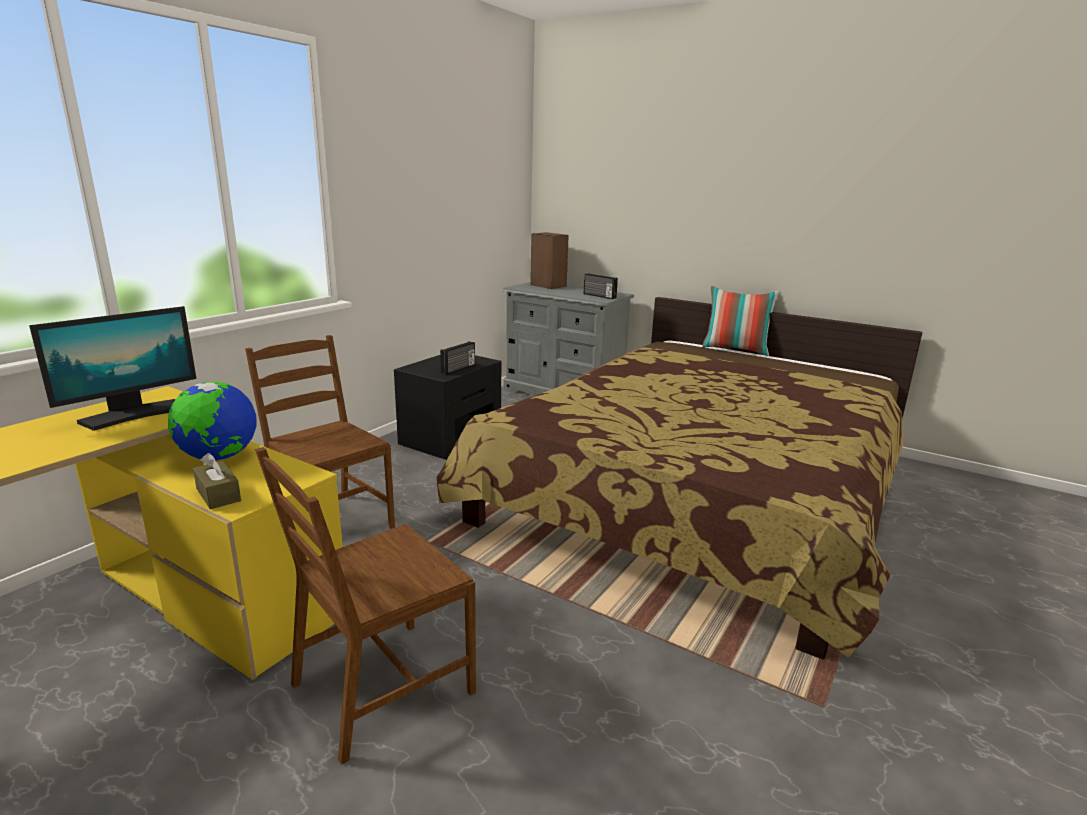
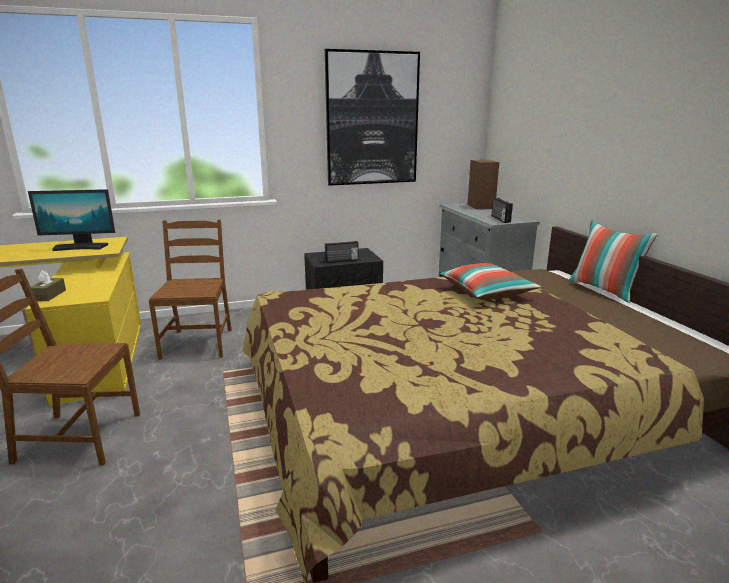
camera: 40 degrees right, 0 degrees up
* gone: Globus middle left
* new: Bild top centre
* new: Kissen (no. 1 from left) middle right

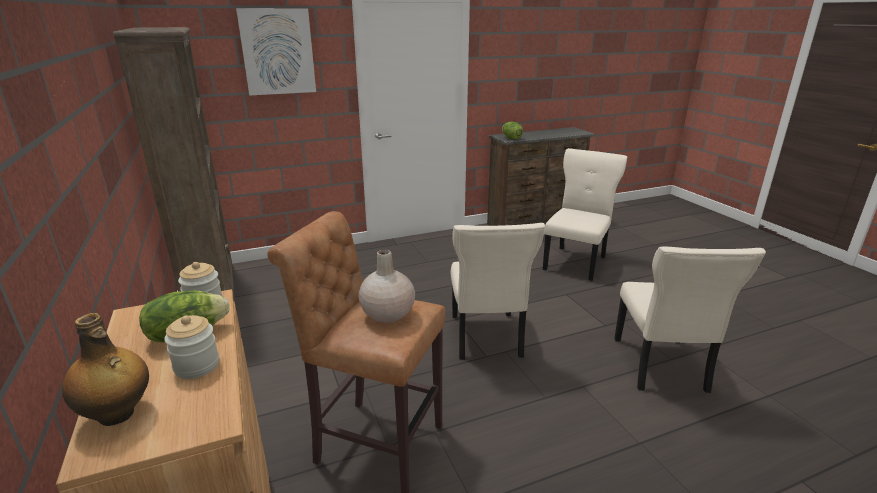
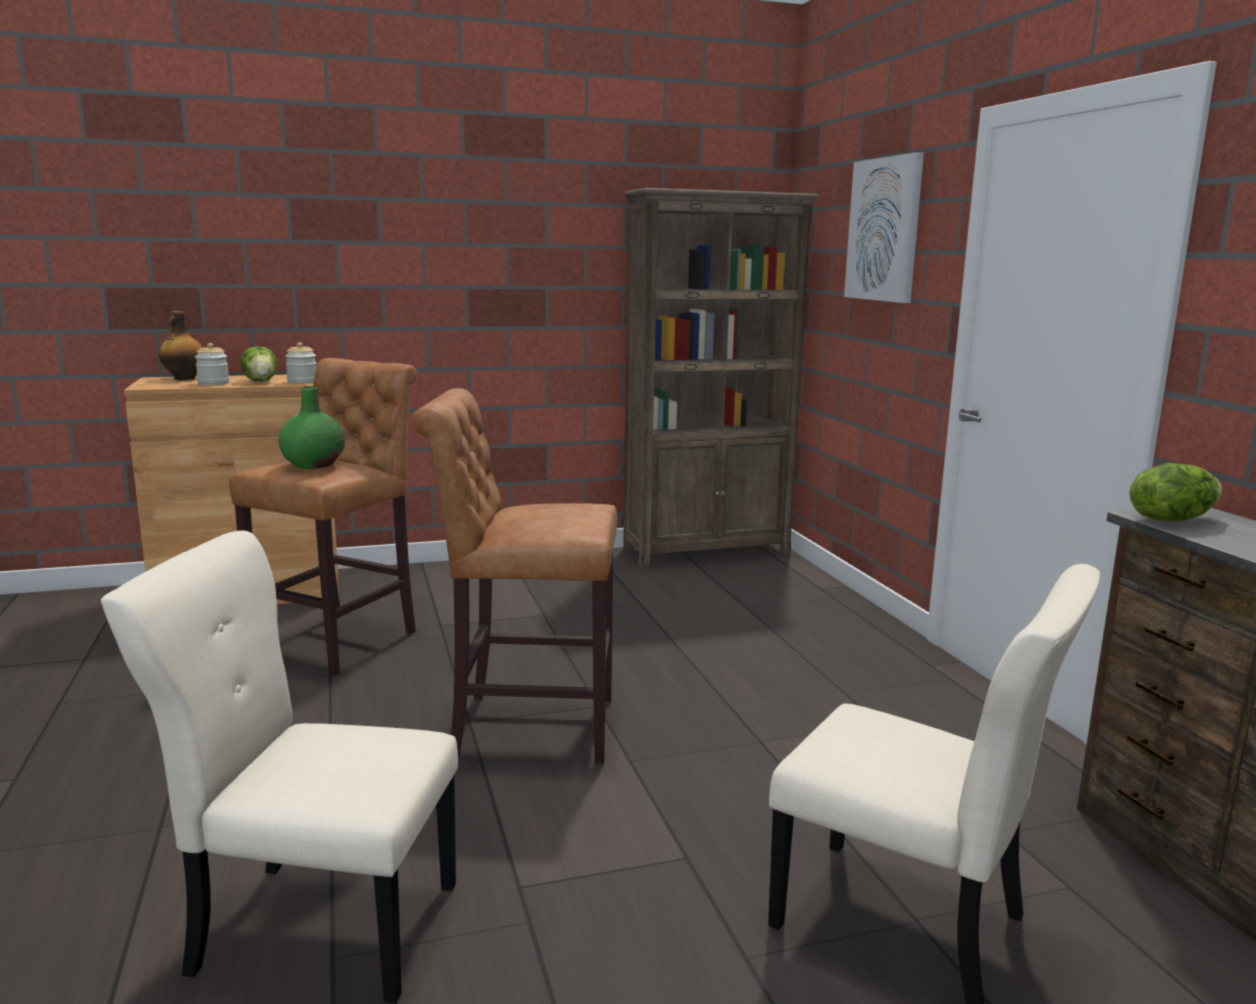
camera: 95 degrees right, 10 degrees down
* swapped: Stuhl [beige] (no. 1 from left) centre to Hocker [braun] (no. 2 from left) centre
* repainted: Vase [beige] centre to Vase [grün] middle left

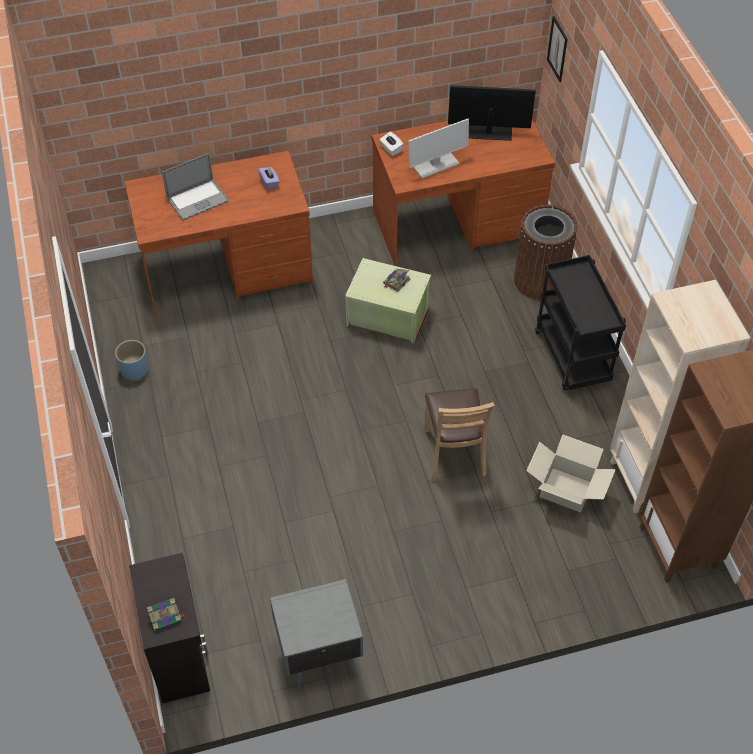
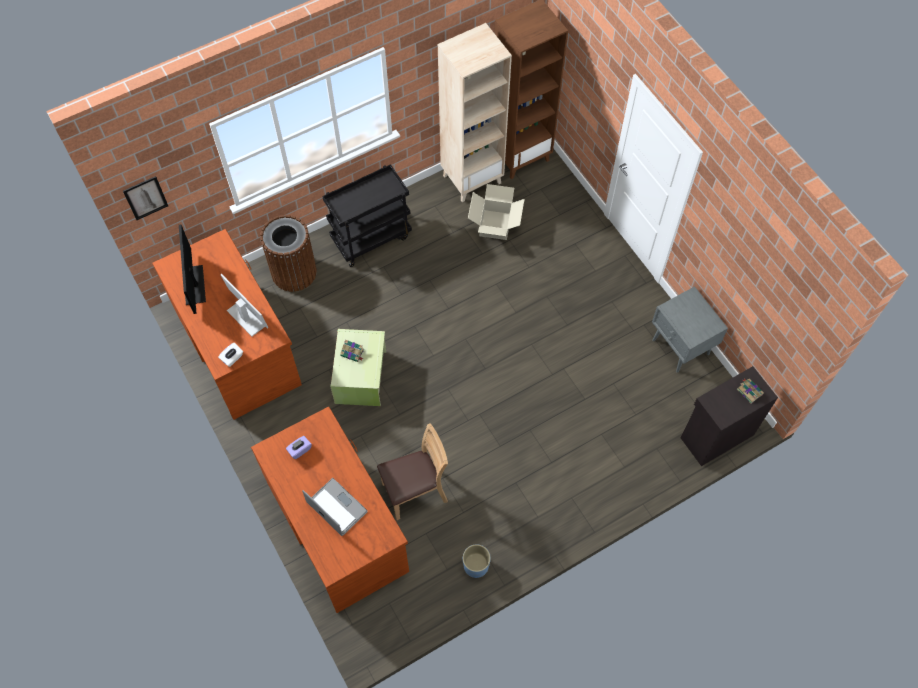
camera: 105 degrees left, 10 degrees up
* shifted: Stuhl [braun] centre to bottom centre

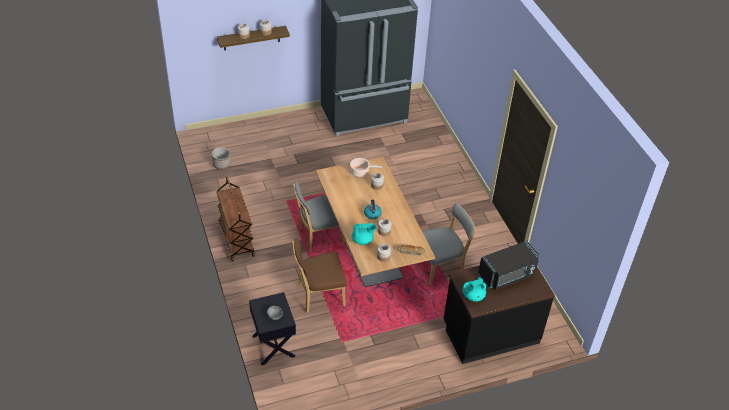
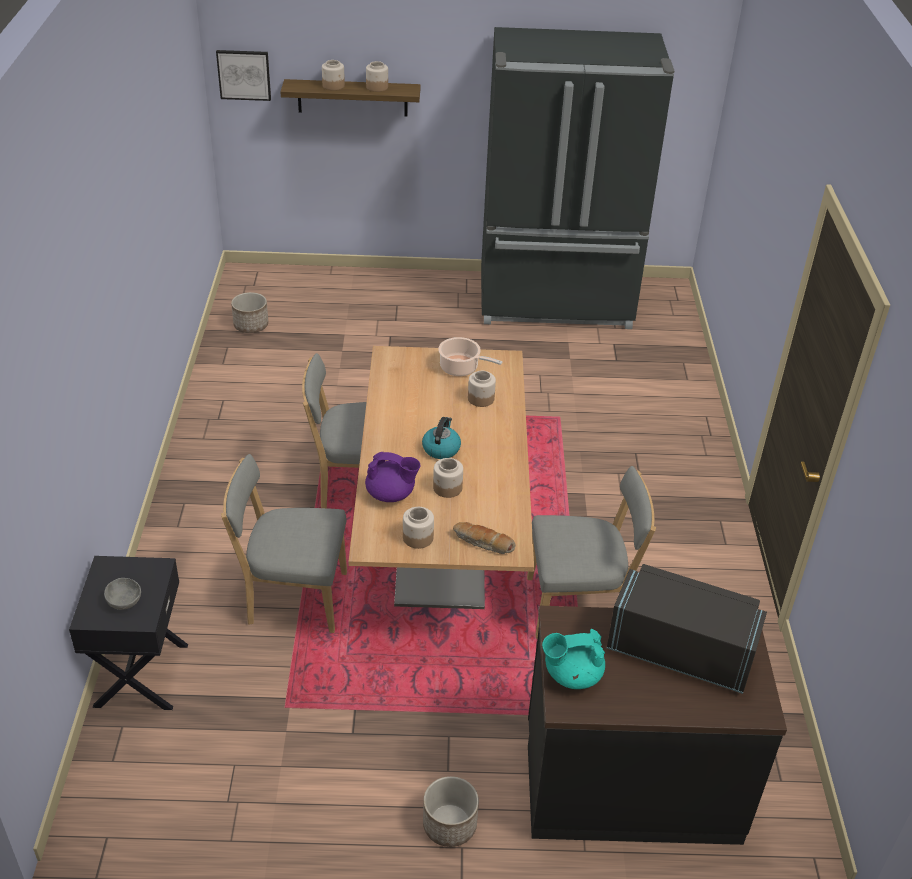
camera: 20 degrees right, 5 degrees down
* gone: Rollwagen [braun] middle left
* new: Bild top left
* new: Pflanzkübel (no. 2 from left) bottom centre
* repainted: Stuhl [braun] bottom centre to Stuhl [grau] (no. 1 from left) middle left
* repainted: Teekanne [türkis] (no. 1 from left) centre to Teekanne [lila] centre
* rotated: Mikrowelle [schwarz] middle right = bottom right 150 degrees counterclockwise

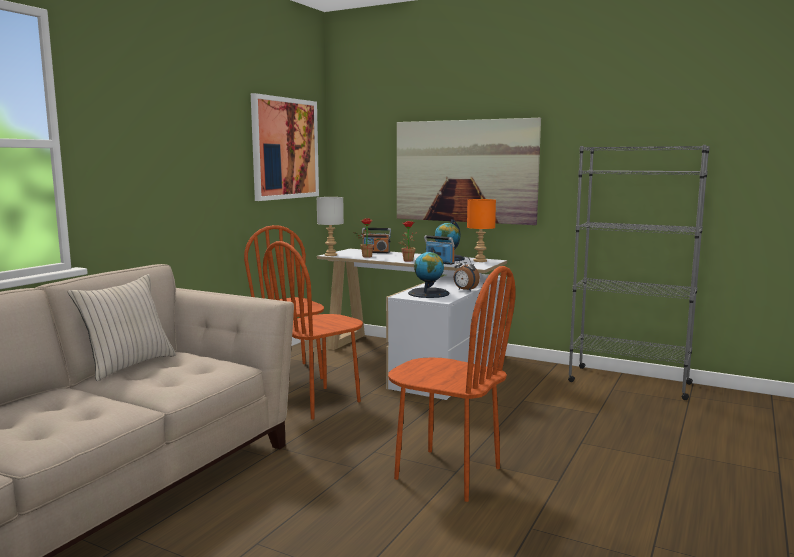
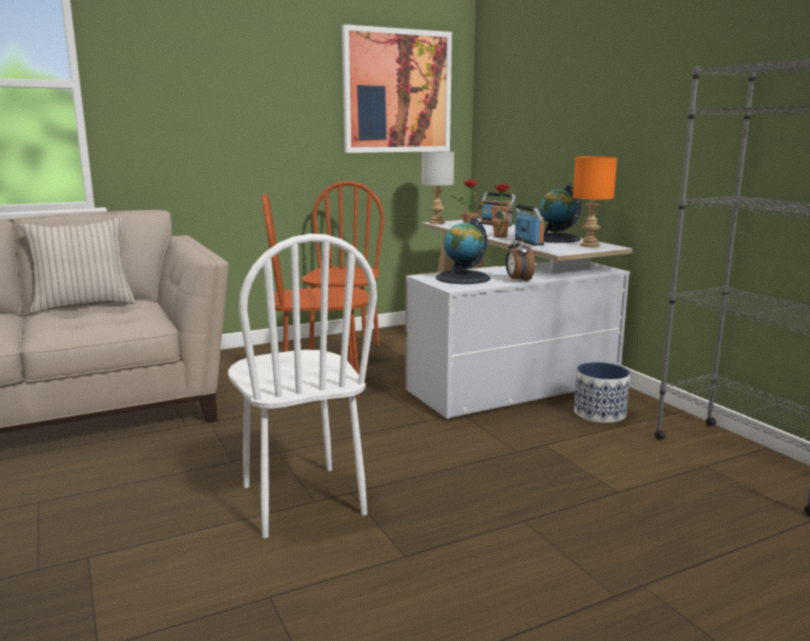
camera: 35 degrees right, 5 degrees up
* gone: Bild (no. 2 from left) top centre
* new: Pflanzkübel middle right
* repainted: Stuhl [braun] (no. 3 from left) bottom centre to Stuhl [weiß] centre

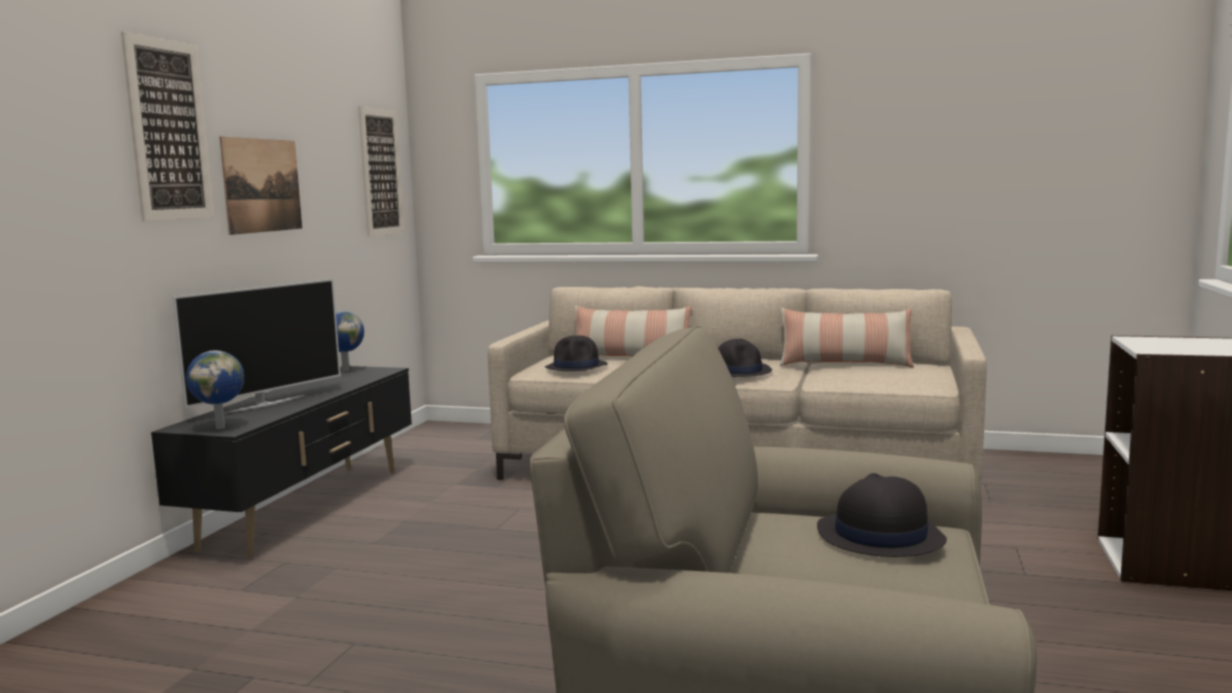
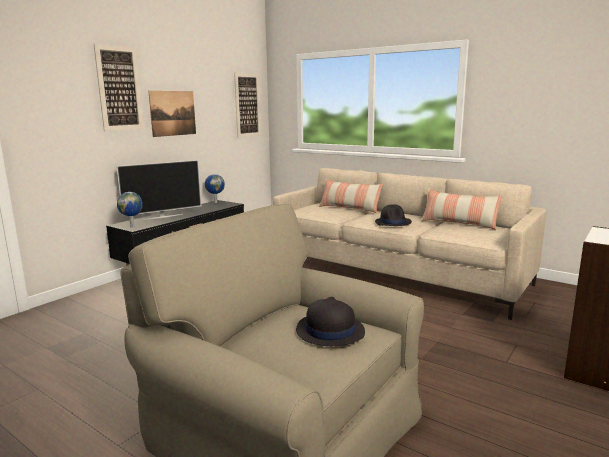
camera: 20 degrees right, 5 degrees up
* gone: Hut [schwarz] (no. 1 from left) centre

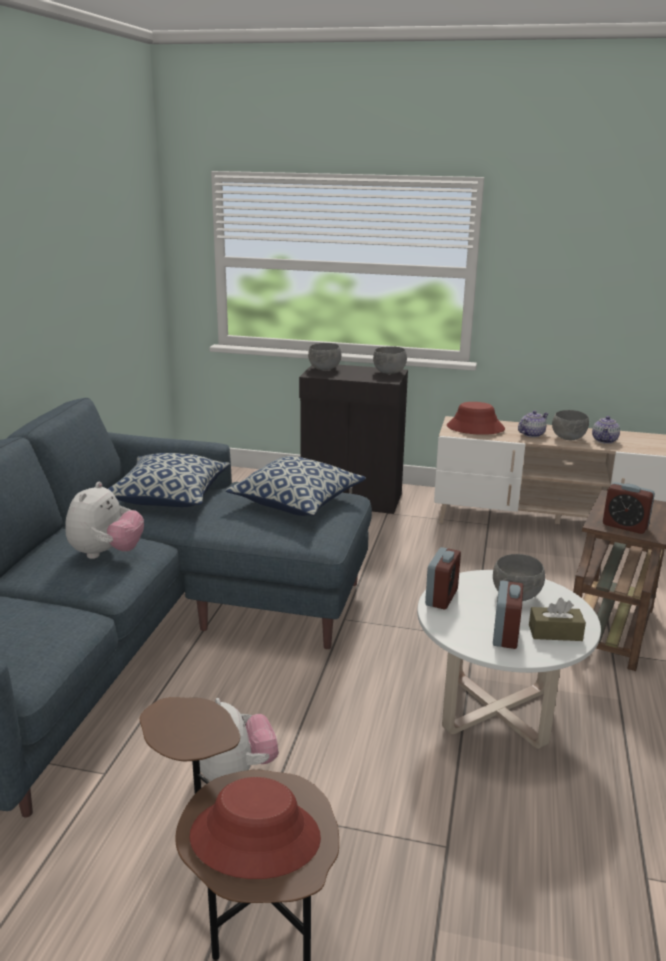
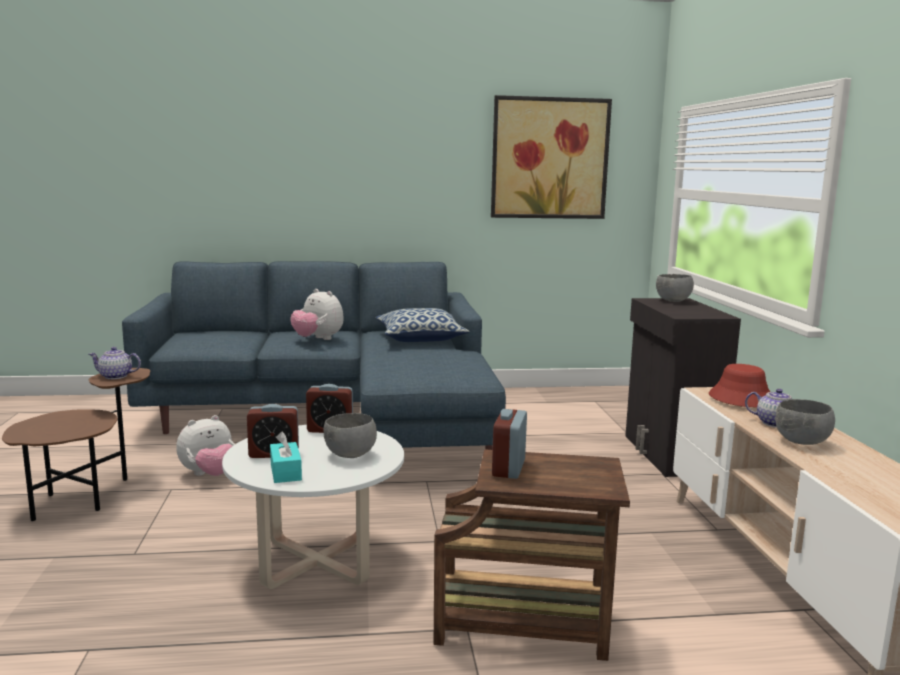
camera: 70 degrees right, 10 degrees down
* gone: Hut [rot] (no. 1 from left) bottom centre
* gone: Kissen (no. 2 from left) centre
* gone: Schüssel [grau] (no. 2 from left) centre
* new: Bild top centre
* shifted: Teekanne (no. 2 from left in the first image) middle right to Teekanne (no. 1 from left) middle left
* repainted: Taschentuchbox [braun] middle right to Taschentuchbox [türkis] bottom left
* rotated: Plüschtier (no. 1 from left in the first image) middle left = centre 45 degrees clockwise

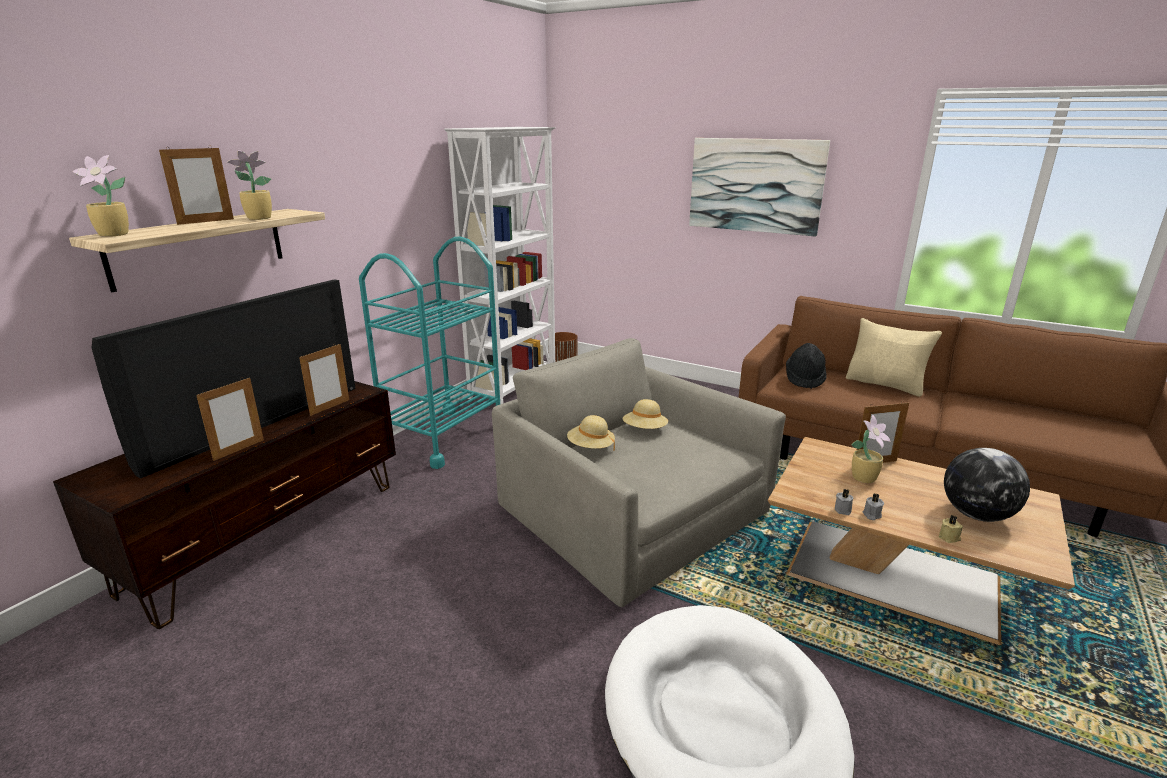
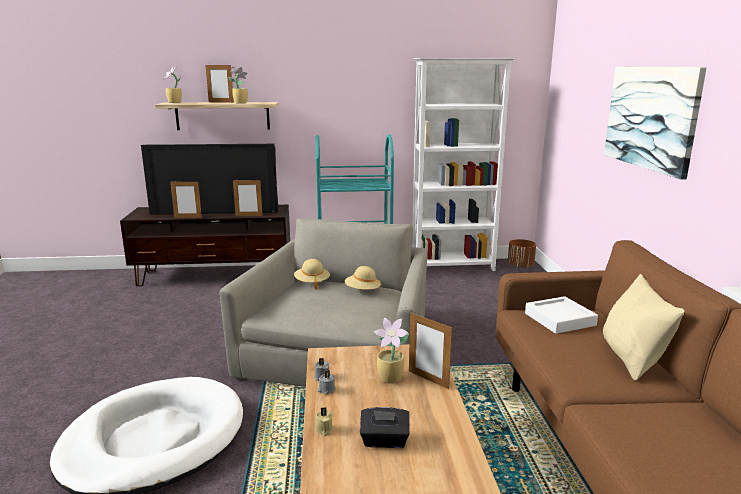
camera: 55 degrees right, 5 degrees down
* swapped: Hut [schwarz] middle right to Tablett [weiß] middle right
* swapped: Globus middle right to Taschentuchbox [schwarz] bottom centre

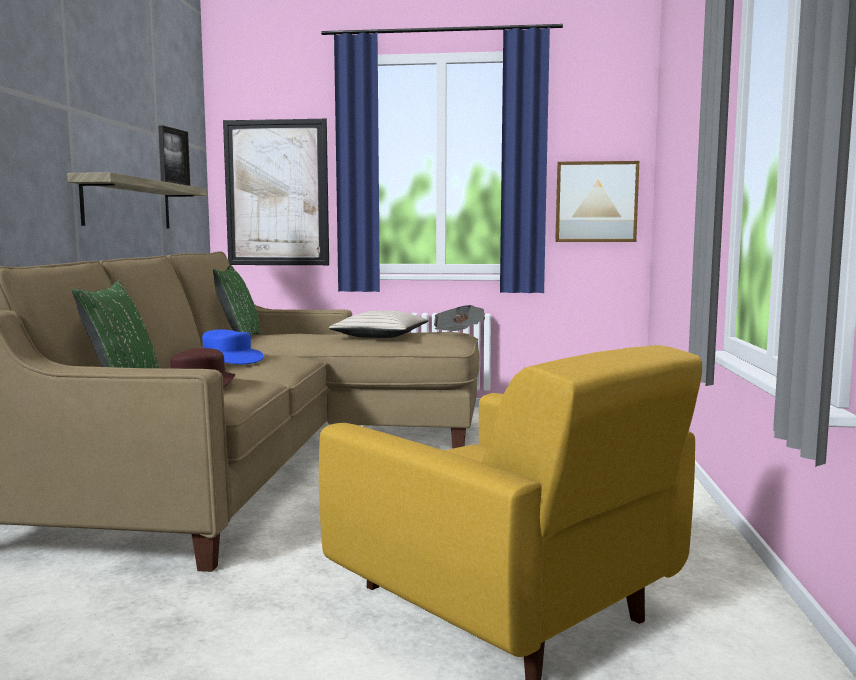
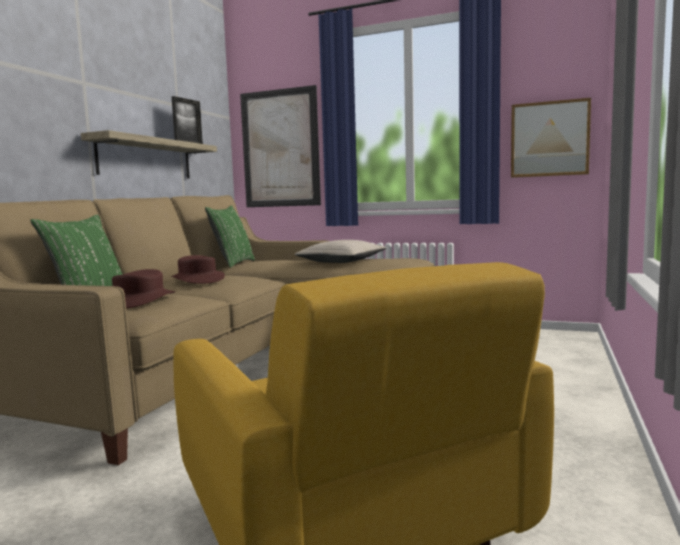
camera: 15 degrees right, 0 degrees up
* gone: Zeitung centre
* repainted: Hut [blau] middle left to Hut [braun] (no. 2 from left) middle left

